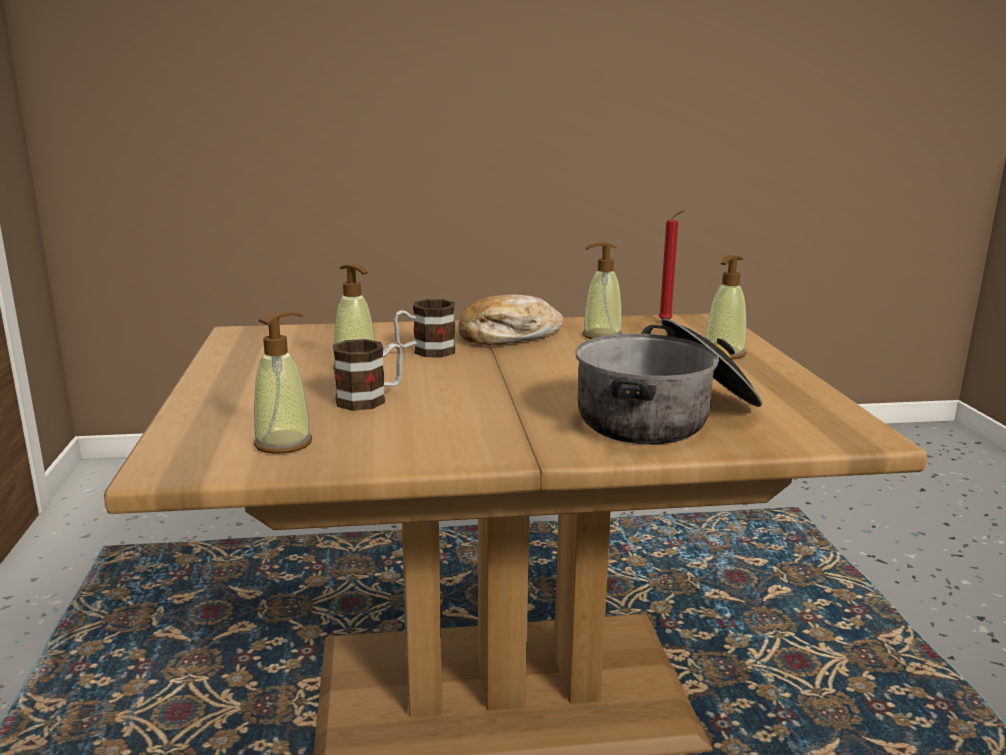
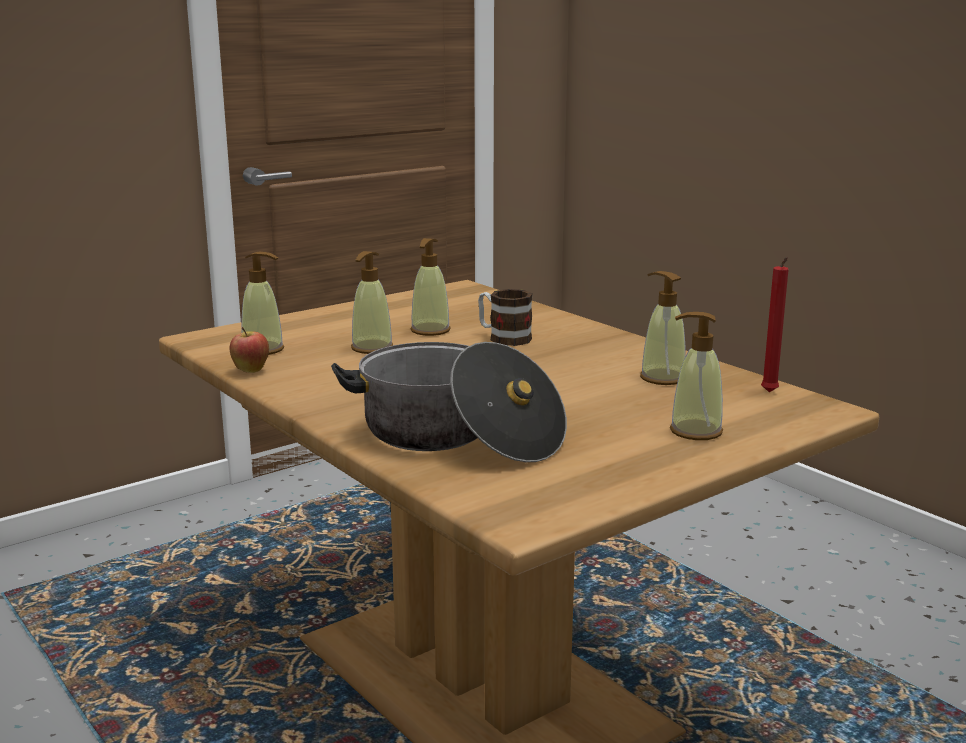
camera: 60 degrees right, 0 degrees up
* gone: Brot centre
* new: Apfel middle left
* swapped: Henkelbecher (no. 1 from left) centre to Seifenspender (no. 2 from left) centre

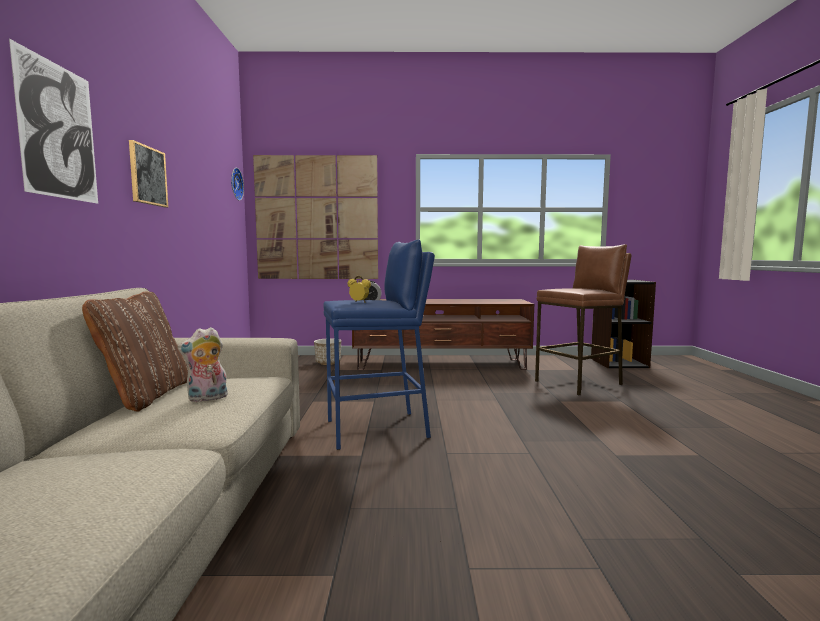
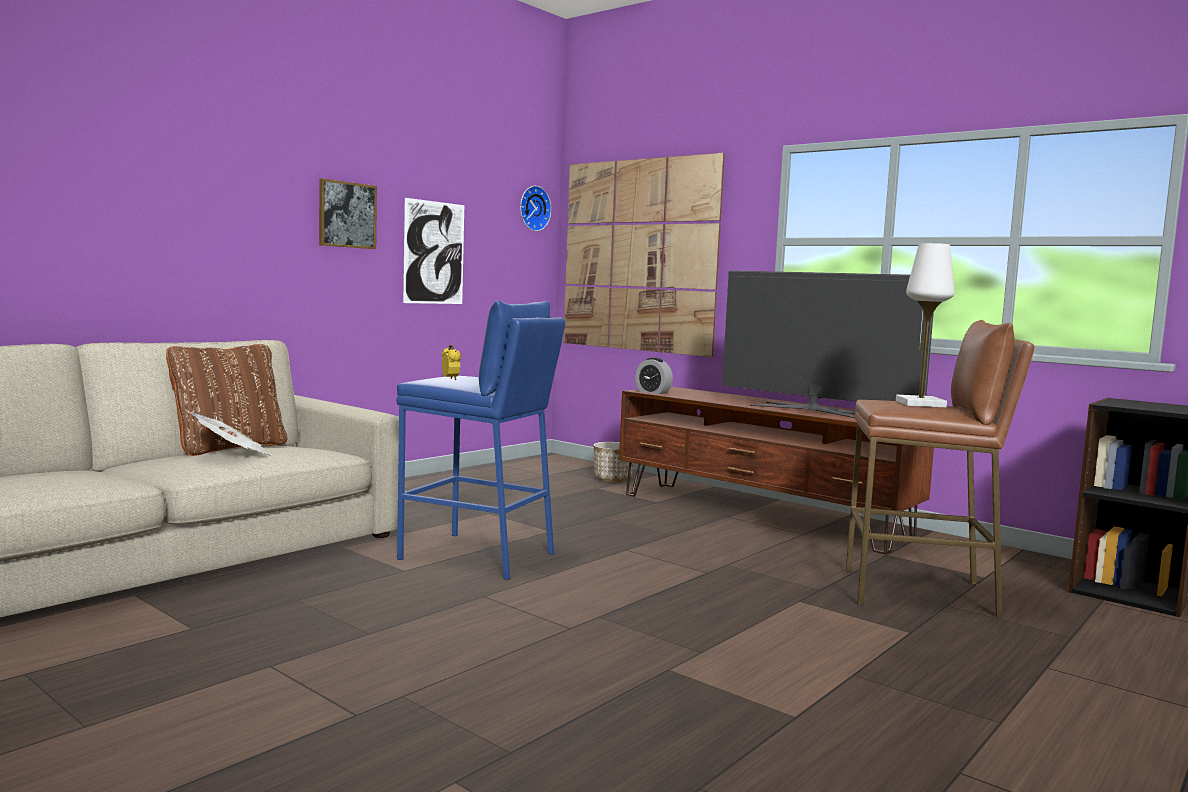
camera: 40 degrees right, 0 degrees up
* new: Fernseher middle right
* new: Tischlampe [weiß] middle right
* shifted: Bild (no. 1 from left in the first image) top left to Bild (no. 2 from left) top centre
* swapped: Plüschtier middle left to Zeitung middle left

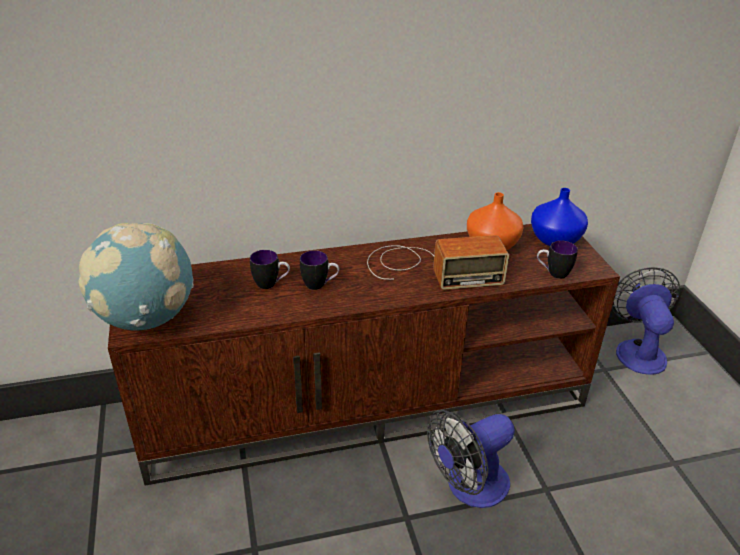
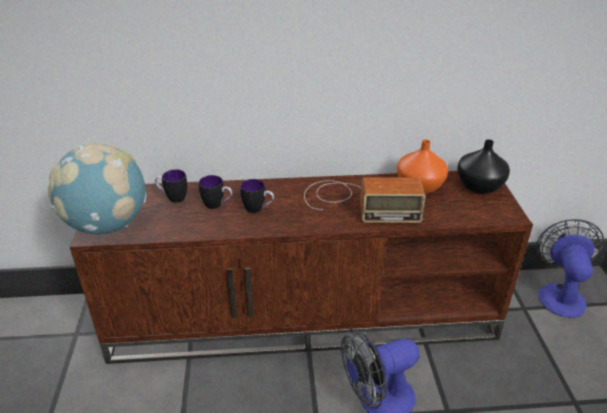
camera: 10 degrees right, 0 degrees up
* shifted: Henkelbecher (no. 3 from left in the first image) middle right to Henkelbecher (no. 1 from left) middle left
* repainted: Vase [blau] middle right to Vase [schwarz] middle right

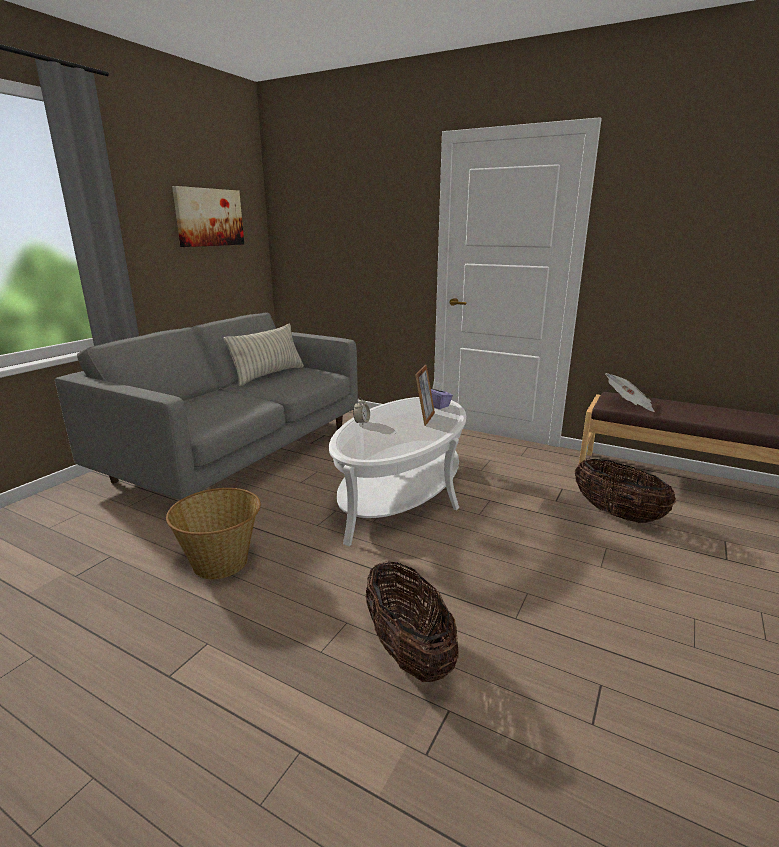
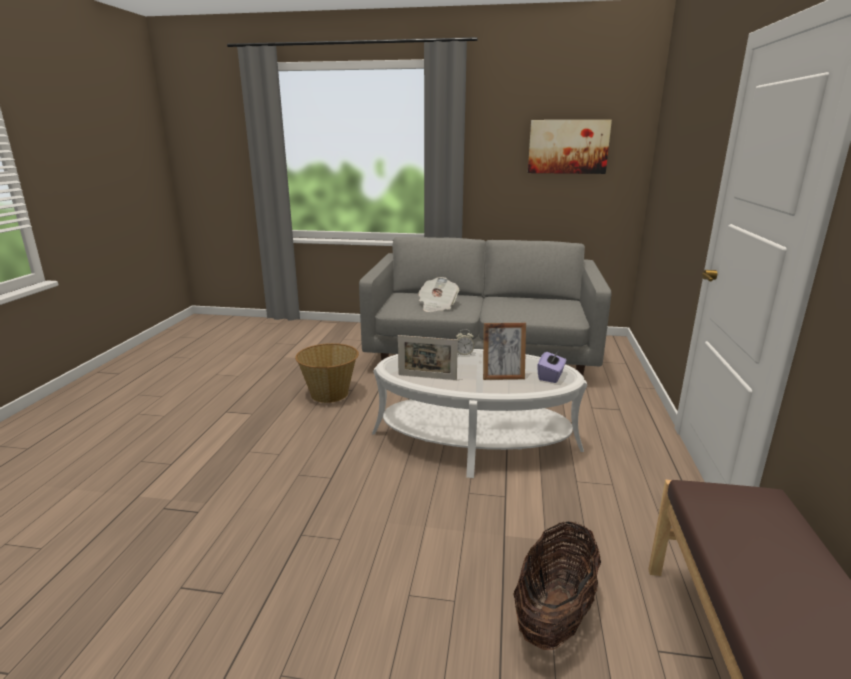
camera: 70 degrees right, 0 degrees up
* gone: Kissen centre
* gone: Korb (no. 2 from left) bottom centre
* new: Bilderrahmen (no. 1 from left) centre
* shifted: Zeitung middle right to centre

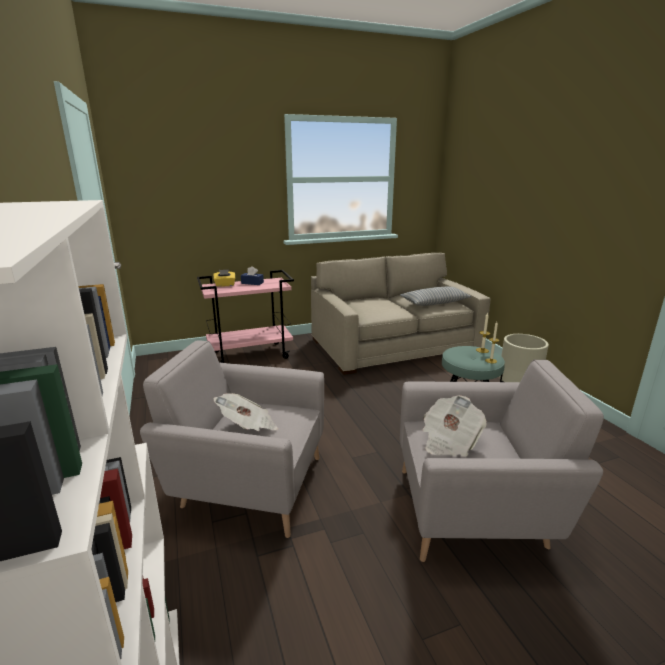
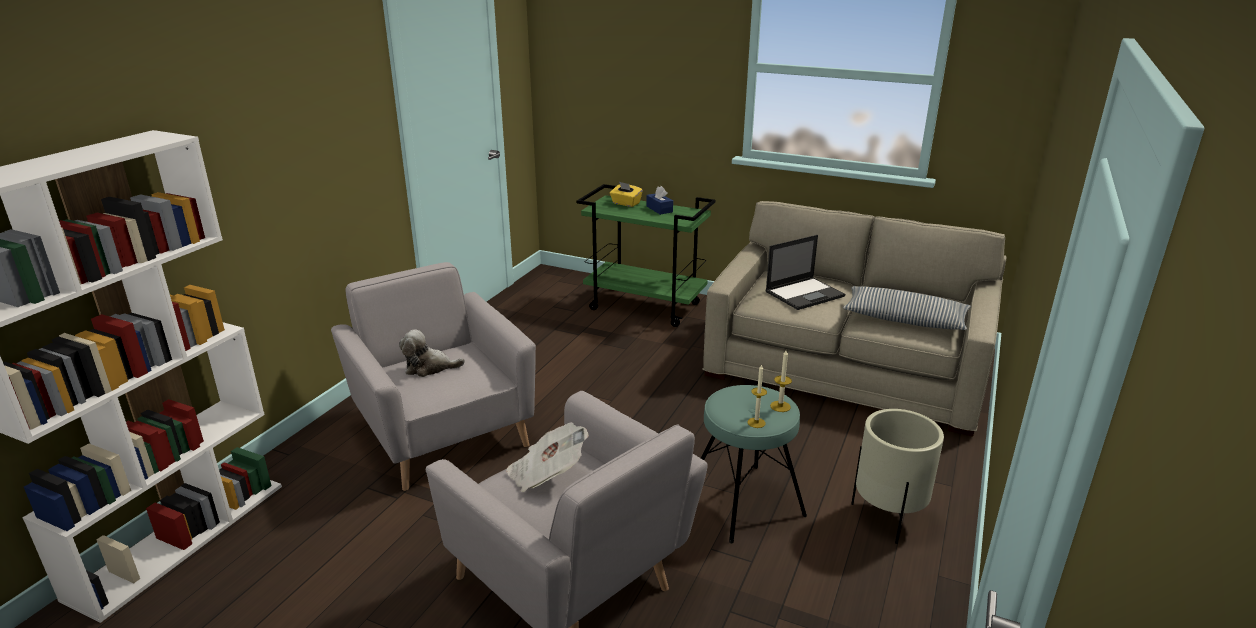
camera: 45 degrees right, 5 degrees up
* new: Laptop centre
* swapped: Zeitung (no. 1 from left) centre to Plüschtier centre
* repainted: Rollwagen [rosa] centre to Rollwagen [grün] centre

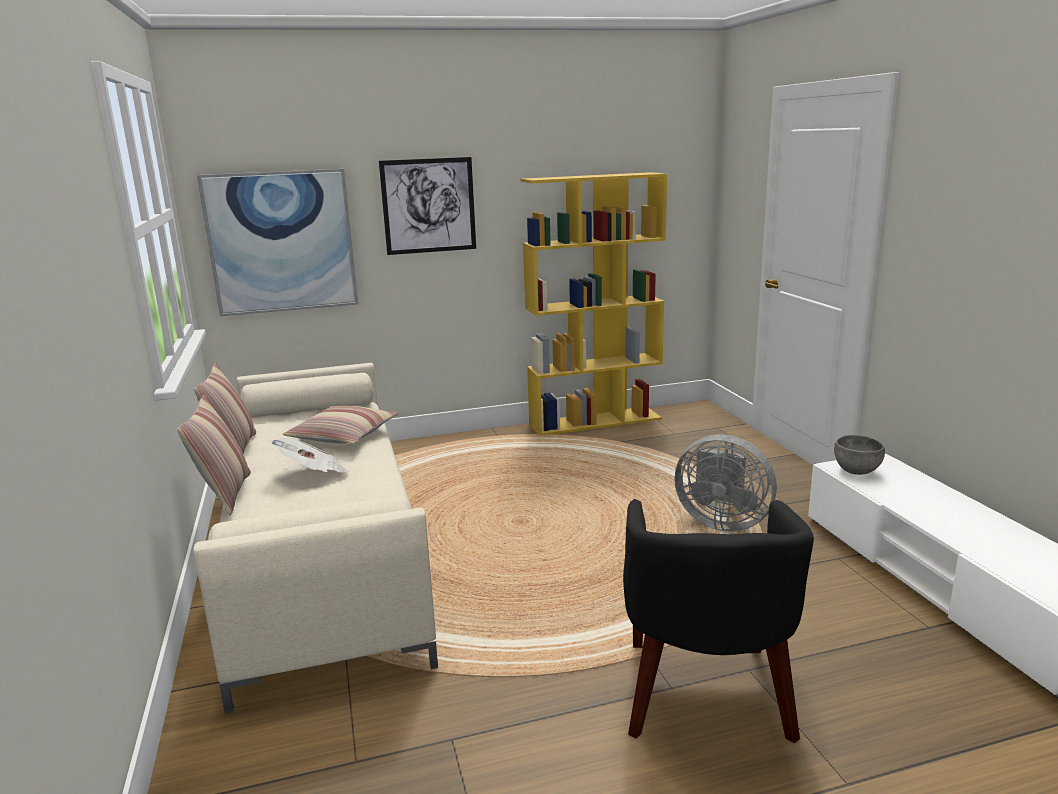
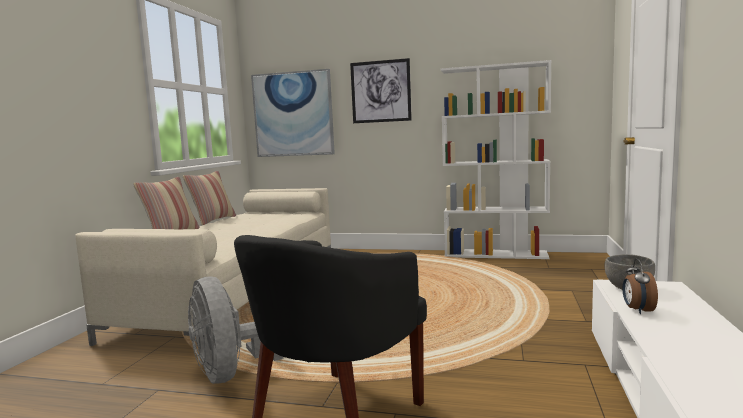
camera: 30 degrees right, 10 degrees down
* gone: Zeitung middle left
* gone: Kissen (no. 3 from left) middle left
* new: Wecker bottom right
* shifted: Ventilator [grau] middle right to bottom left
* repainted: Bücherregal [gelb] centre to Bücherregal [weiß] middle right

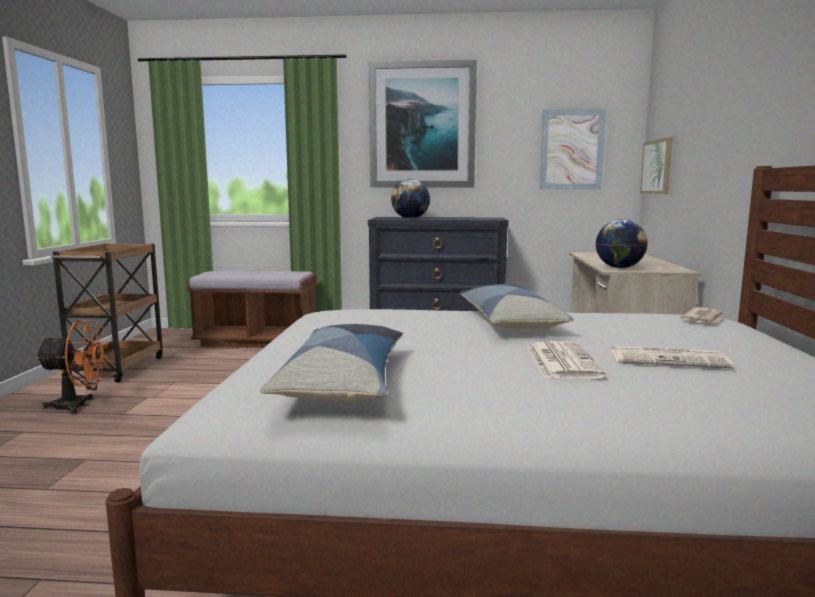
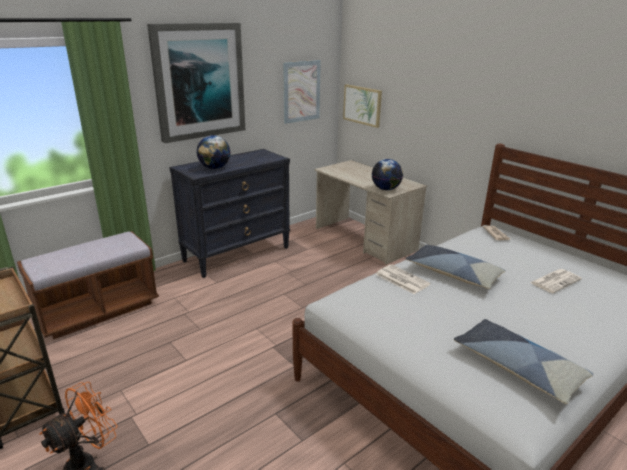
camera: 45 degrees left, 15 degrees up
* shifted: Zeitung (no. 1 from left) middle right to centre

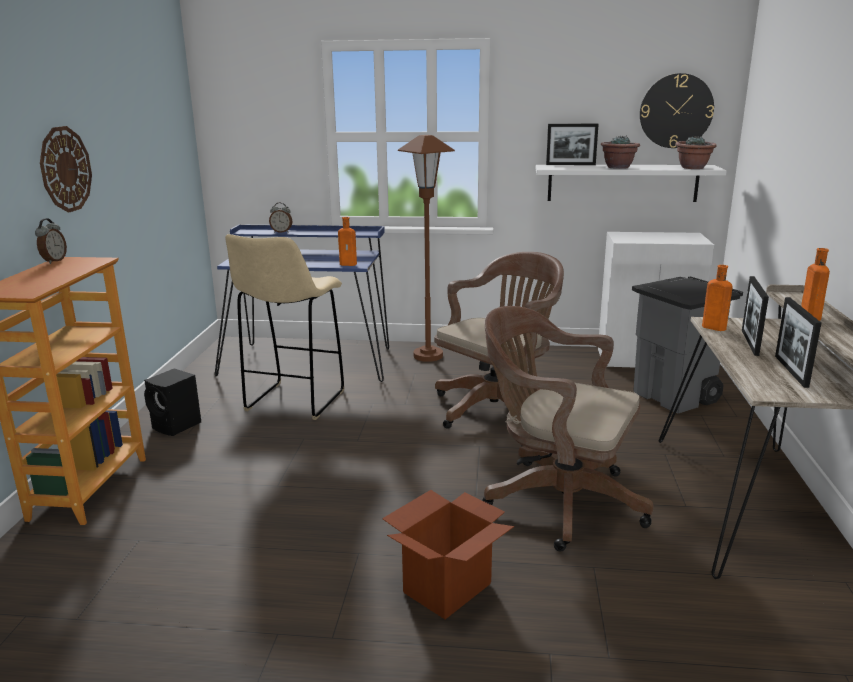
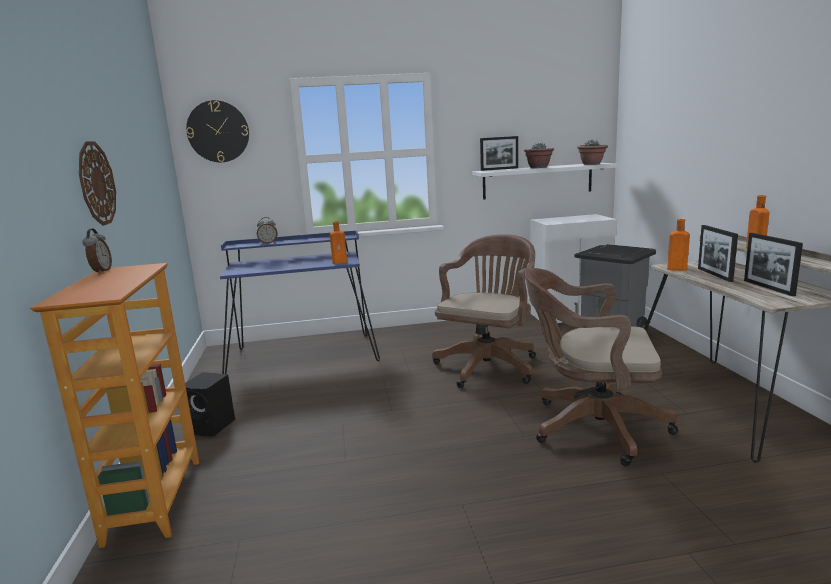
camera: 15 degrees left, 5 degrees down
* gone: Hocker [beige] middle left
* gone: Karton bottom centre
* gone: Stehlampe [braun] centre
* shifted: Wanduhr (no. 2 from left) top right to top left

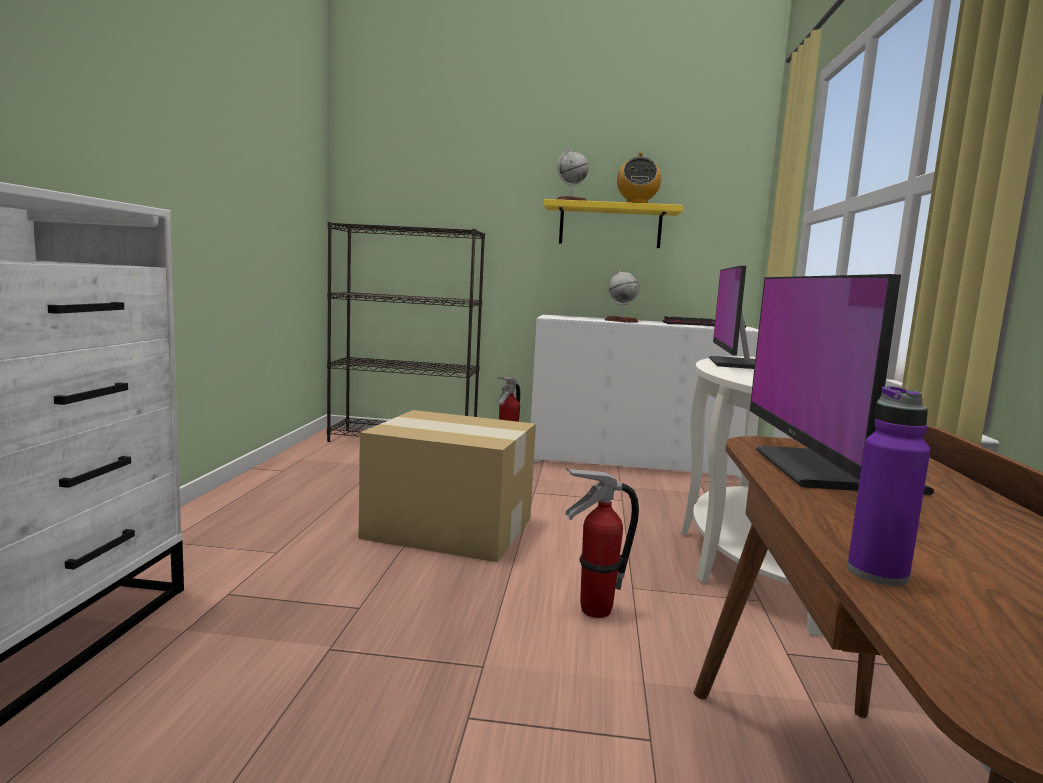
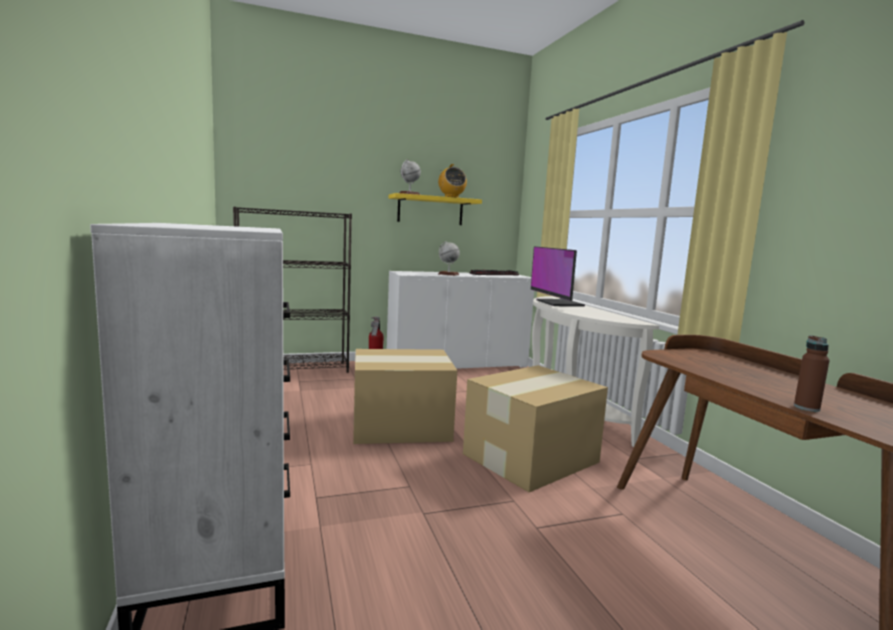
camera: 25 degrees left, 0 degrees up
* gone: Monitor (no. 2 from left) middle right
* swapped: Feuerlöscher (no. 2 from left) bottom centre to Karton (no. 2 from left) bottom centre
* repainted: Flasche [lila] middle right to Flasche [braun] middle right

